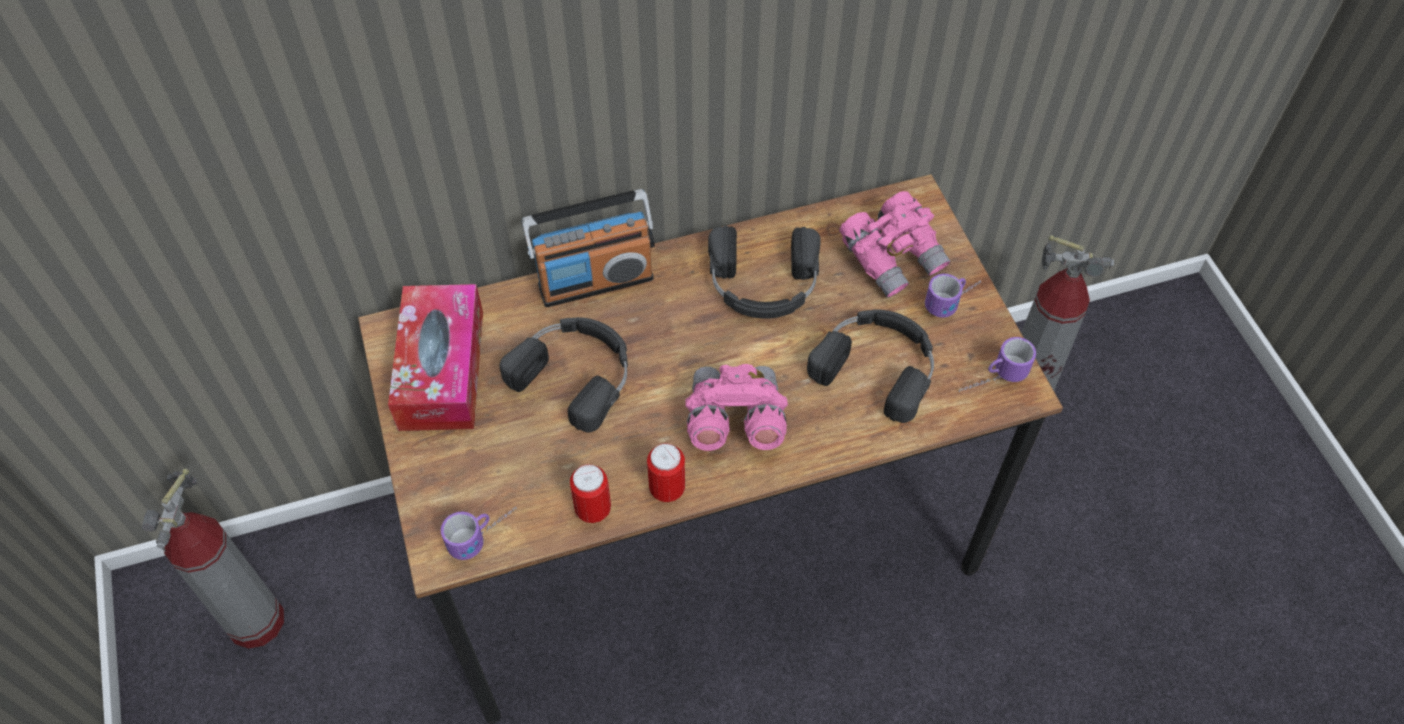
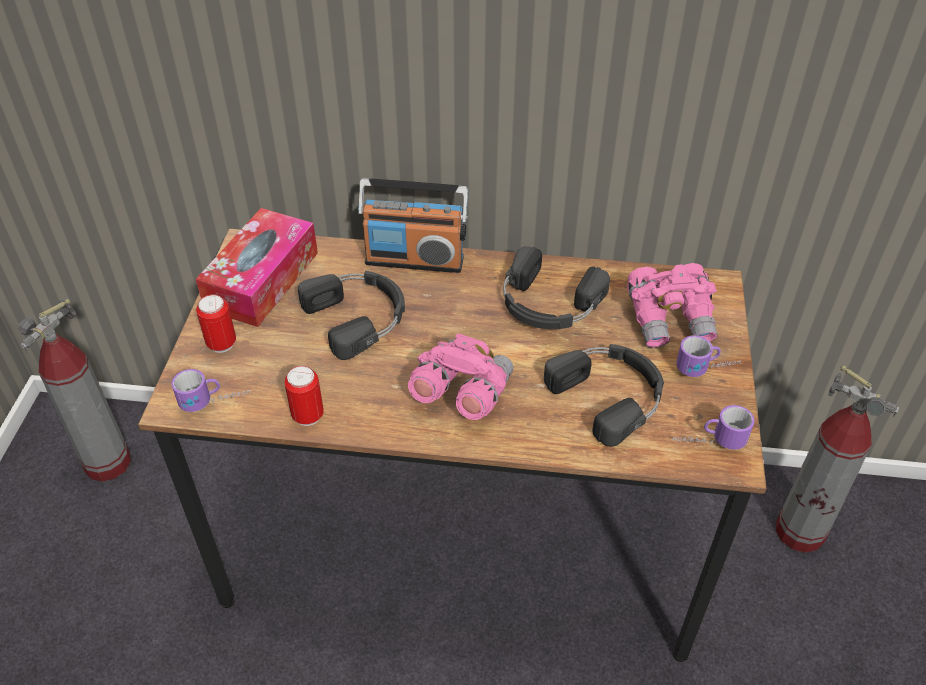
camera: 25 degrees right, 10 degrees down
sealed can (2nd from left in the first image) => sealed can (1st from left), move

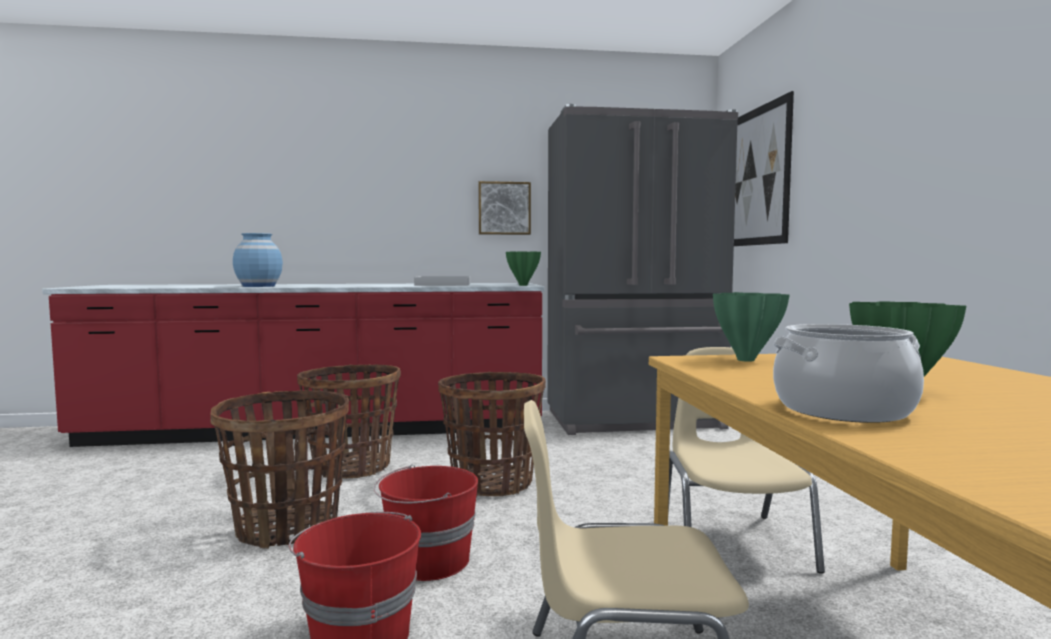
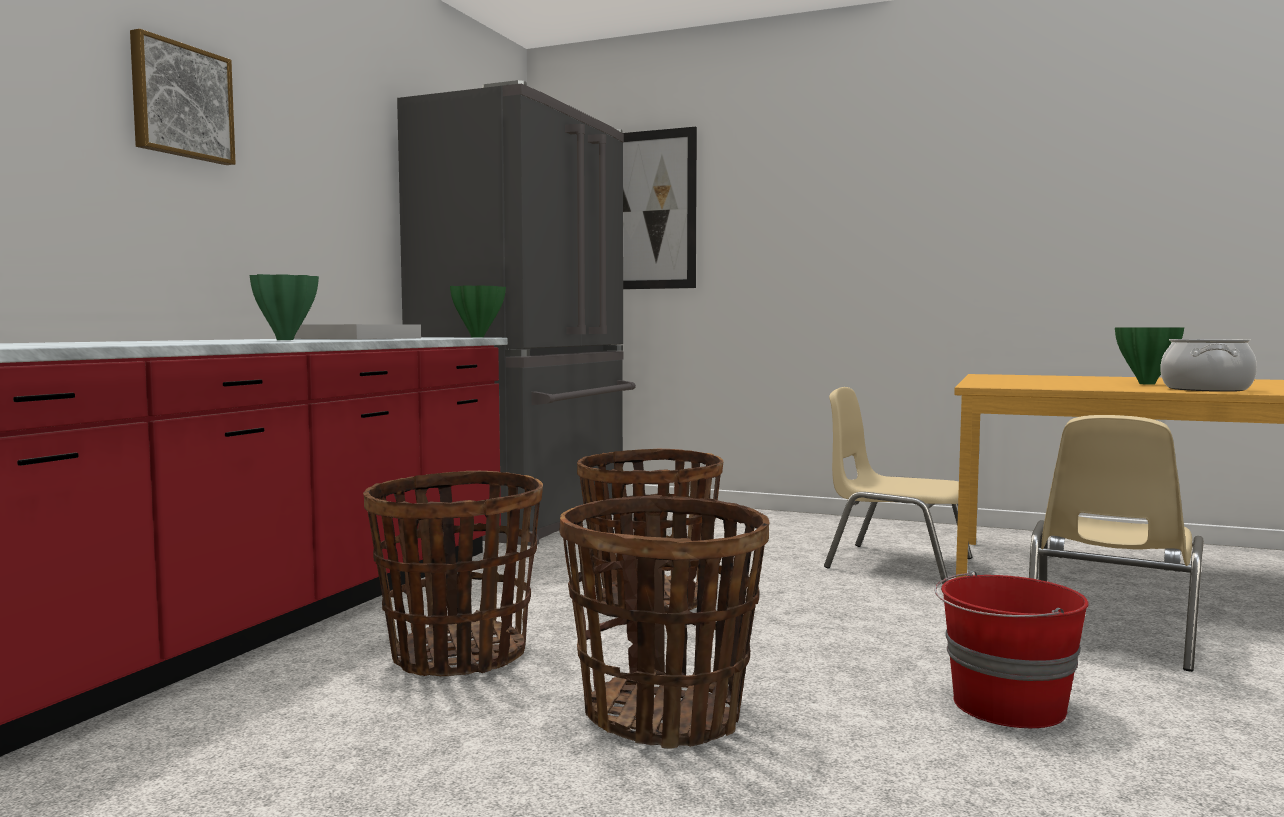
camera: 60 degrees left, 0 degrees up
wall picture (1st from left), move
decorative vase/blue => nothing
decorative vase/greenish (2nd from left in the first image) => decorative vase/greenish (1st from left), move
bucket/reddish (2nd from left) => nothing

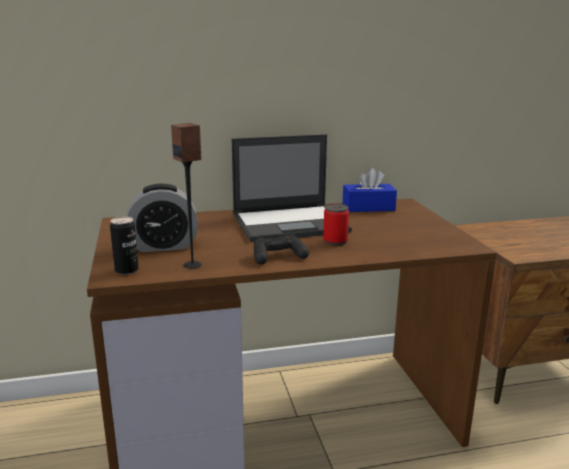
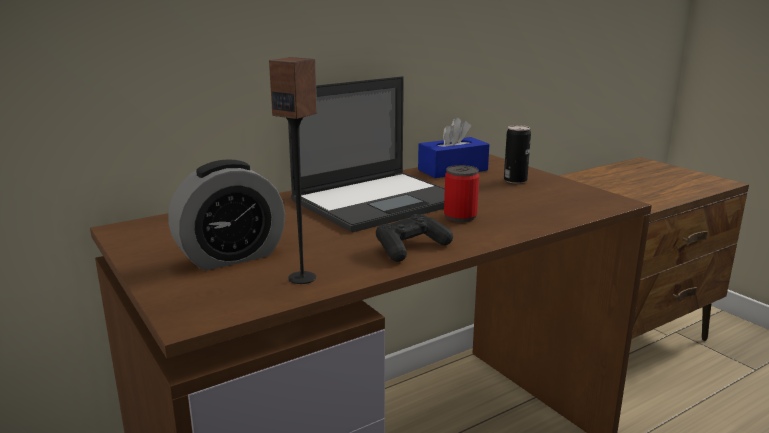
camera: 20 degrees left, 0 degrees up
sealed can (1st from left in the first image) => sealed can (2nd from left), move

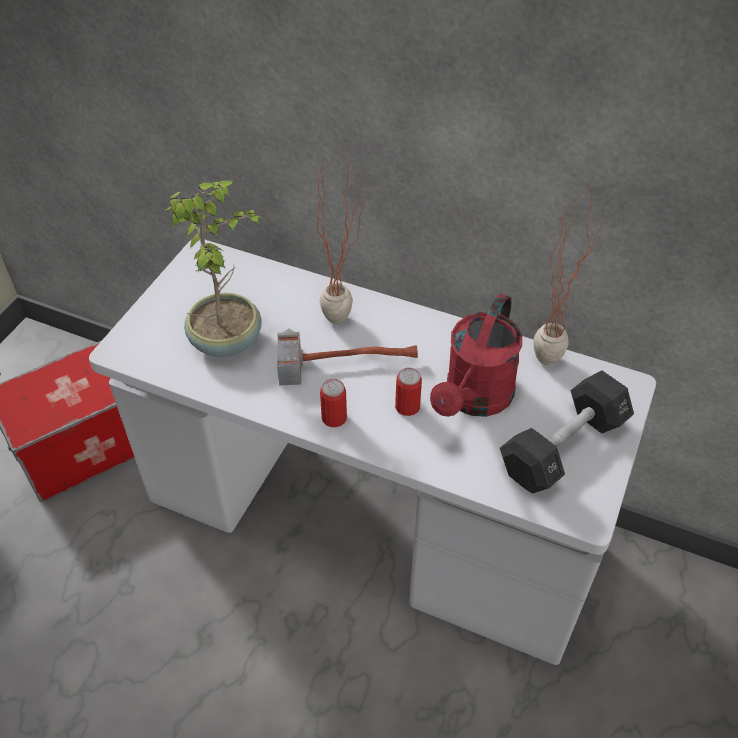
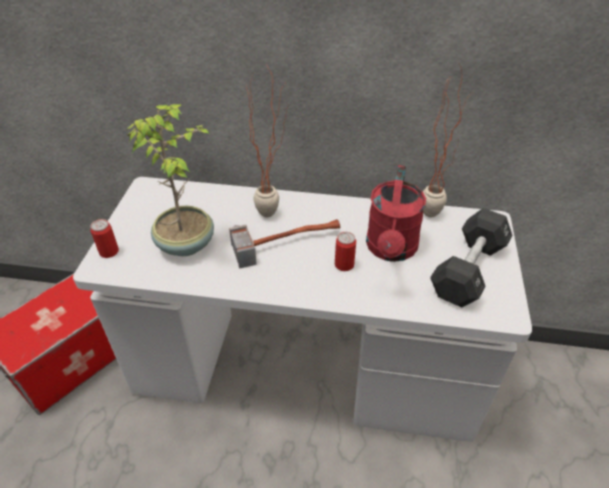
camera: 15 degrees left, 5 degrees down
sealed can (1st from left), move

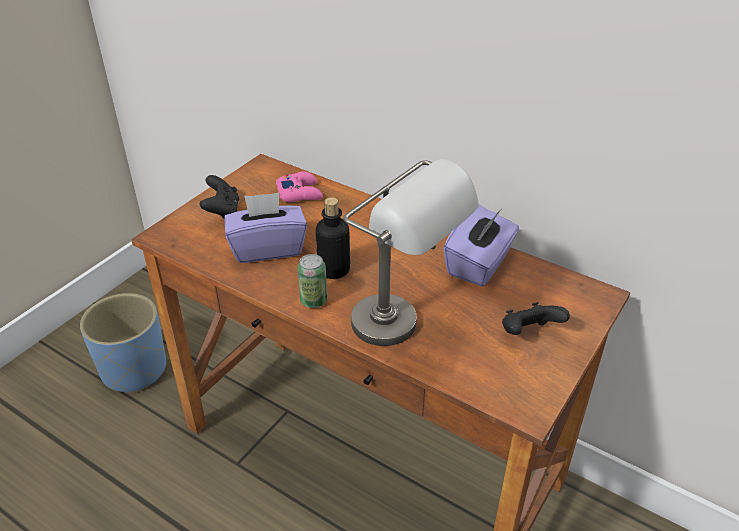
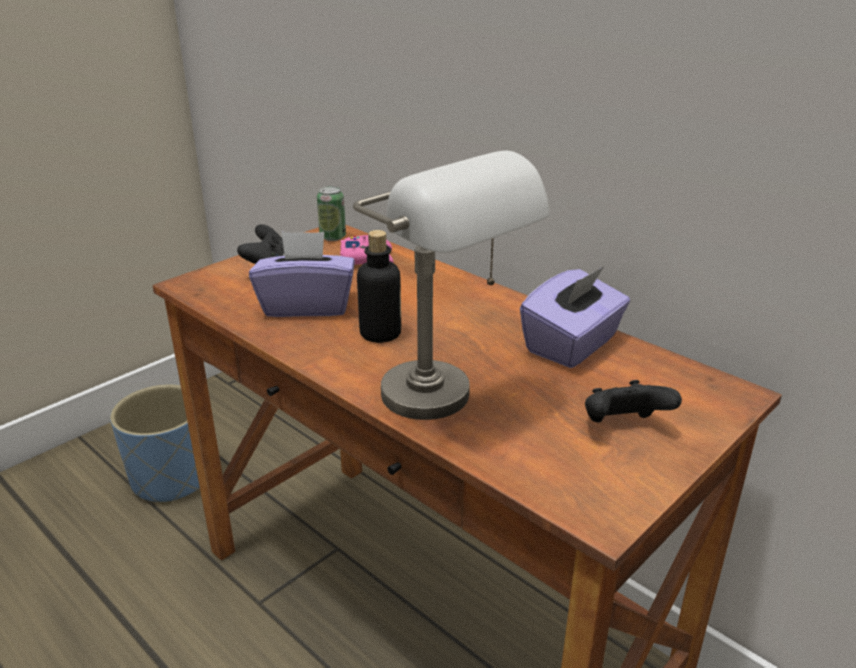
camera: 10 degrees right, 10 degrees down
sealed can, move

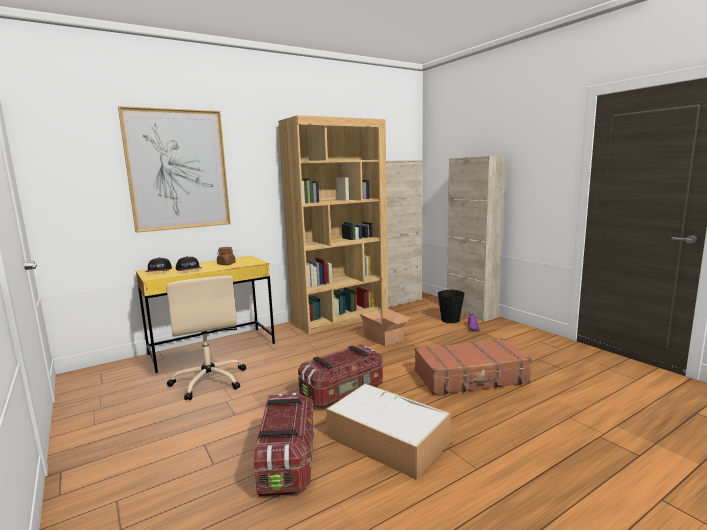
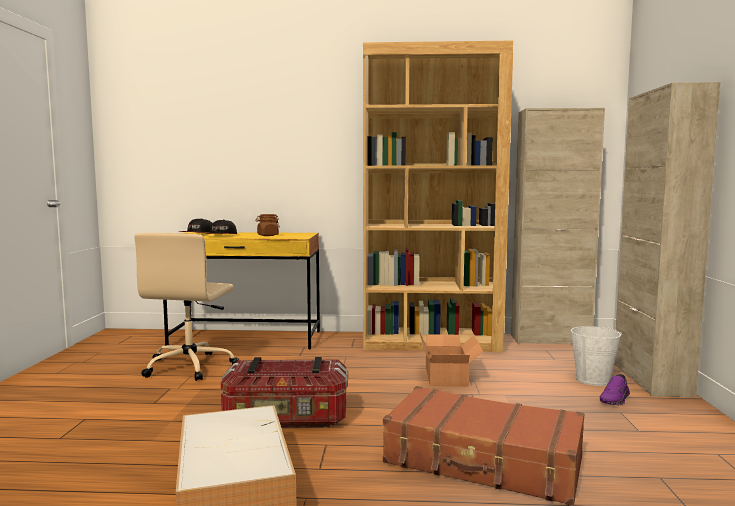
camera: 35 degrees right, 5 degrees down
wall picture => nothing
bucket/blackish => bucket/white-coloured
storage box (1st from left) => nothing

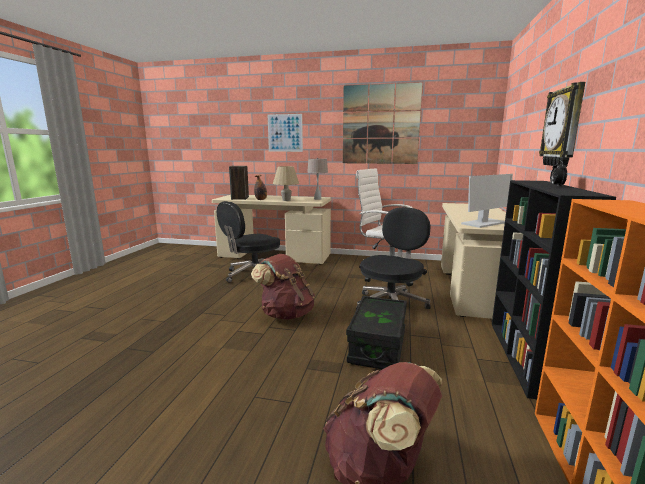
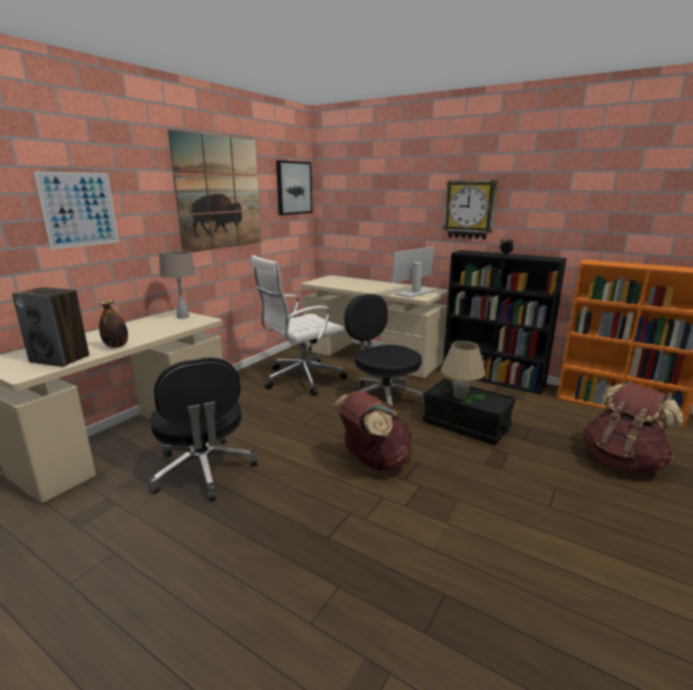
camera: 70 degrees left, 5 degrees up
lamp for a table/beige-coloured (1st from left in the first image) => lamp for a table/beige-coloured (2nd from left), move
monitor, 120 degrees counterclockwise
nothing => wall picture (3rd from left)

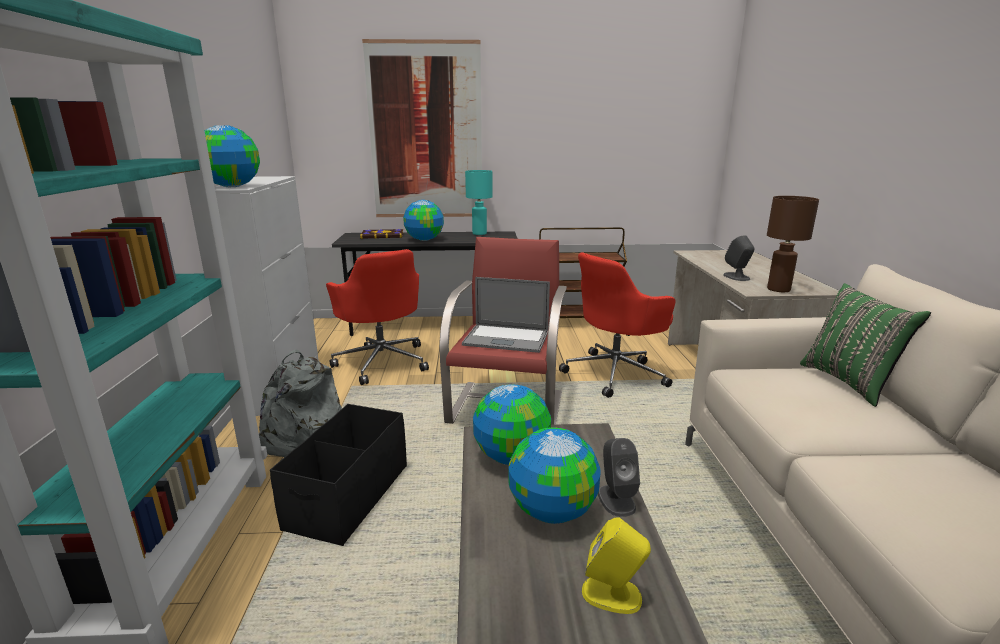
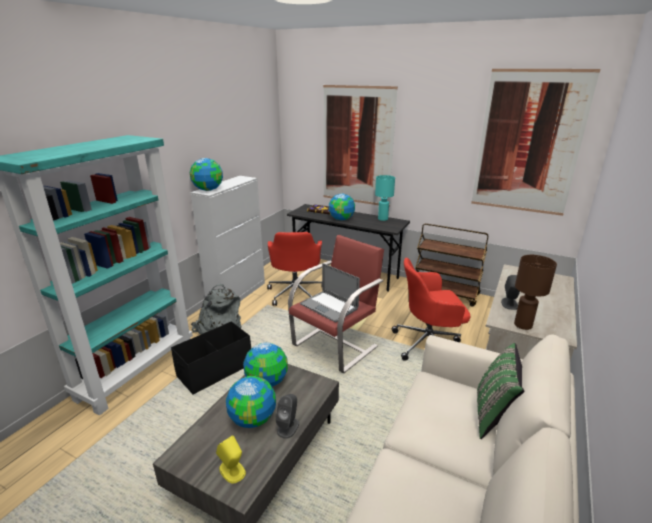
camera: 30 degrees right, 5 degrees up
nothing => wall picture (2nd from left)

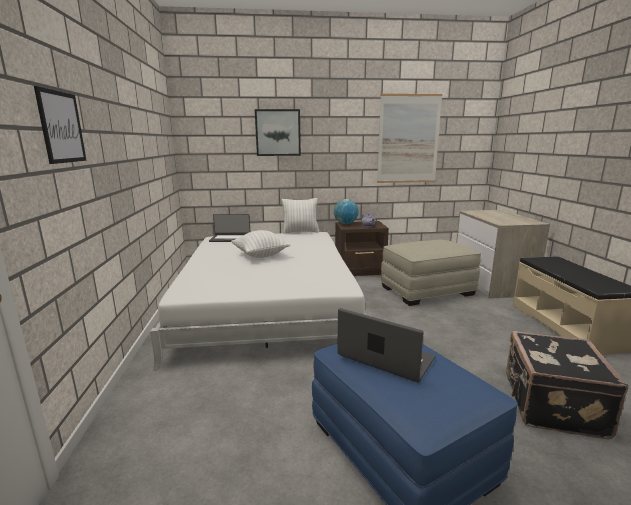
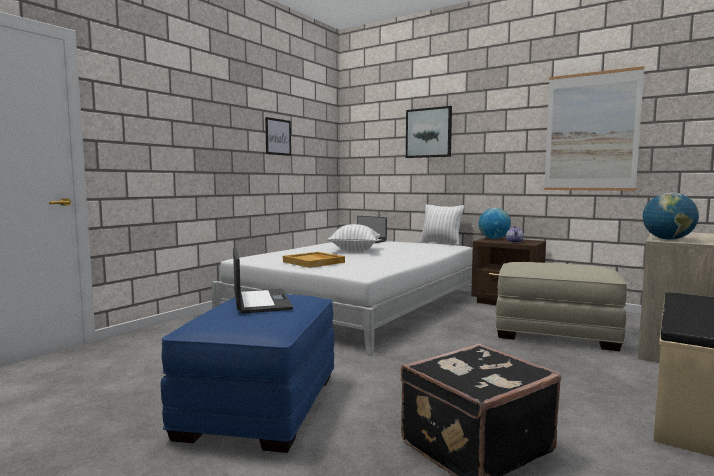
camera: 40 degrees right, 10 degrees down
wall picture (1st from left), move
nothing => globe (2nd from left)
nothing => tray/beige-coloured

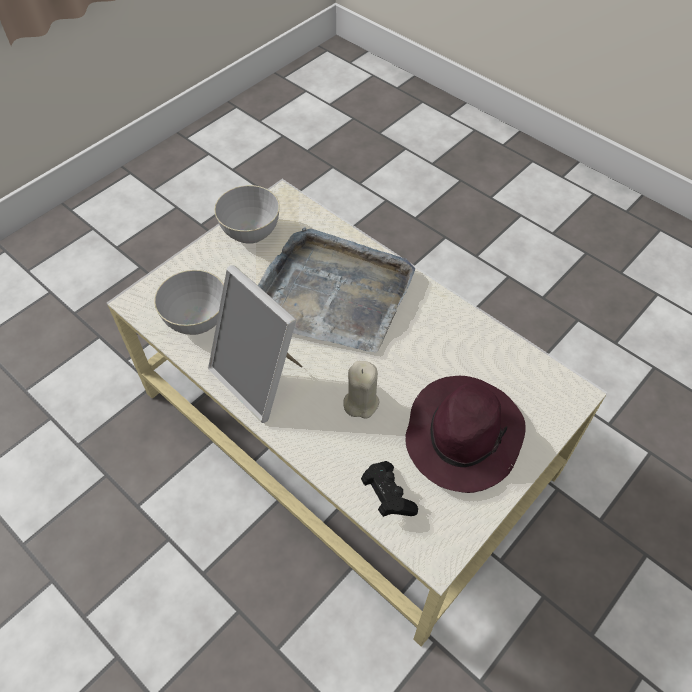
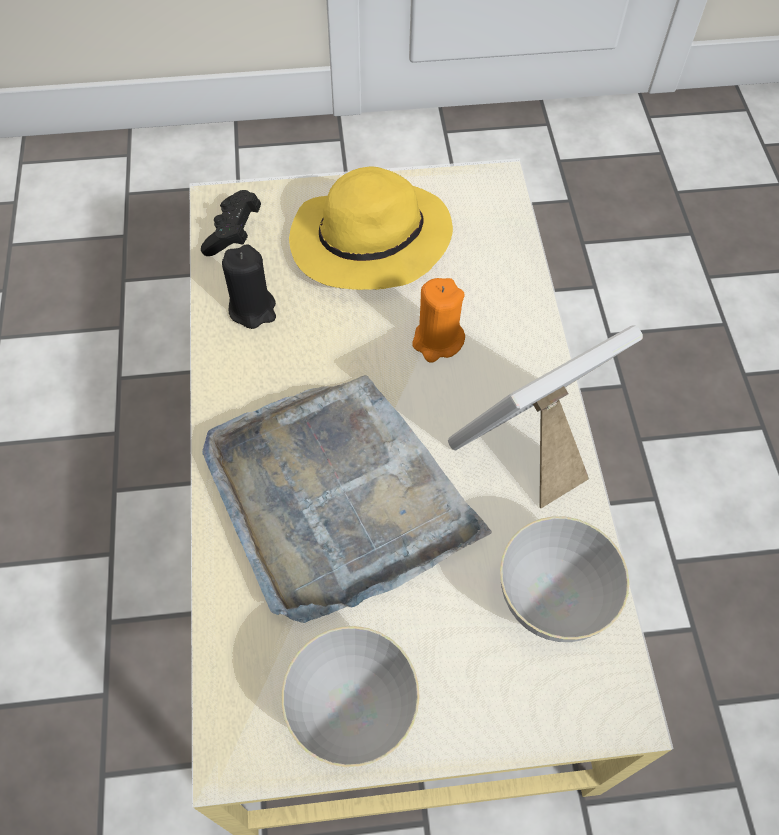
camera: 140 degrees left, 5 degrees up
picture frame, 120 degrees counterclockwise
wax candle/beige-coloured => wax candle/orangey
hat/purple => hat/yellow
game controller/blackish, move
nothing => wax candle/blackish

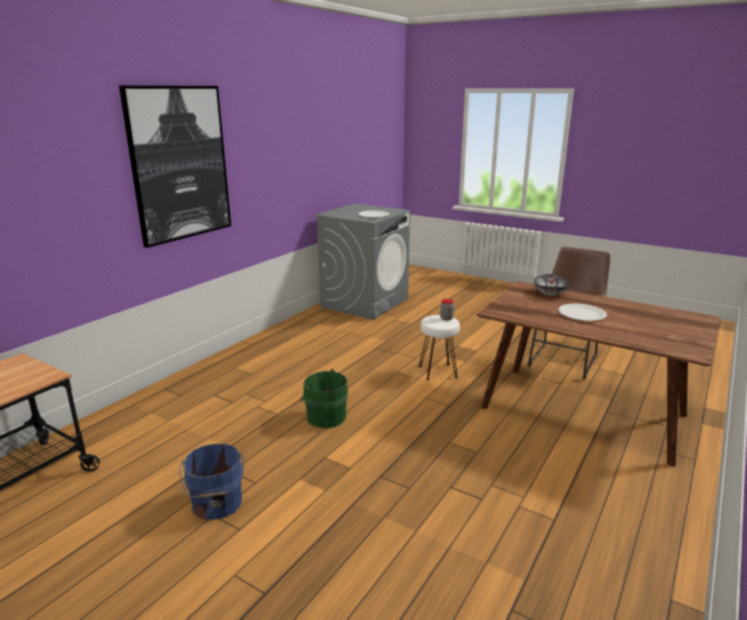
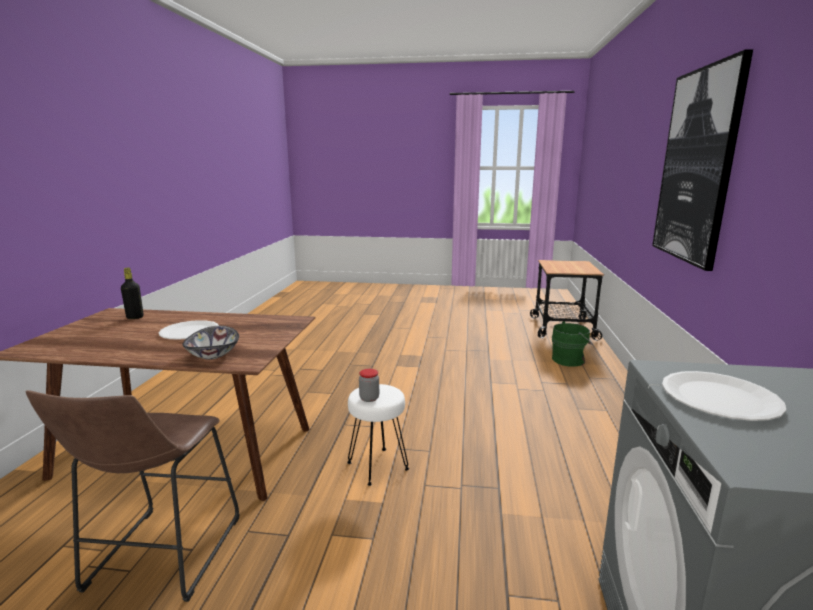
camera: 155 degrees right, 5 degrees down
bucket/greenish, move
bucket/blue => nothing
nothing => bottle/blackish

